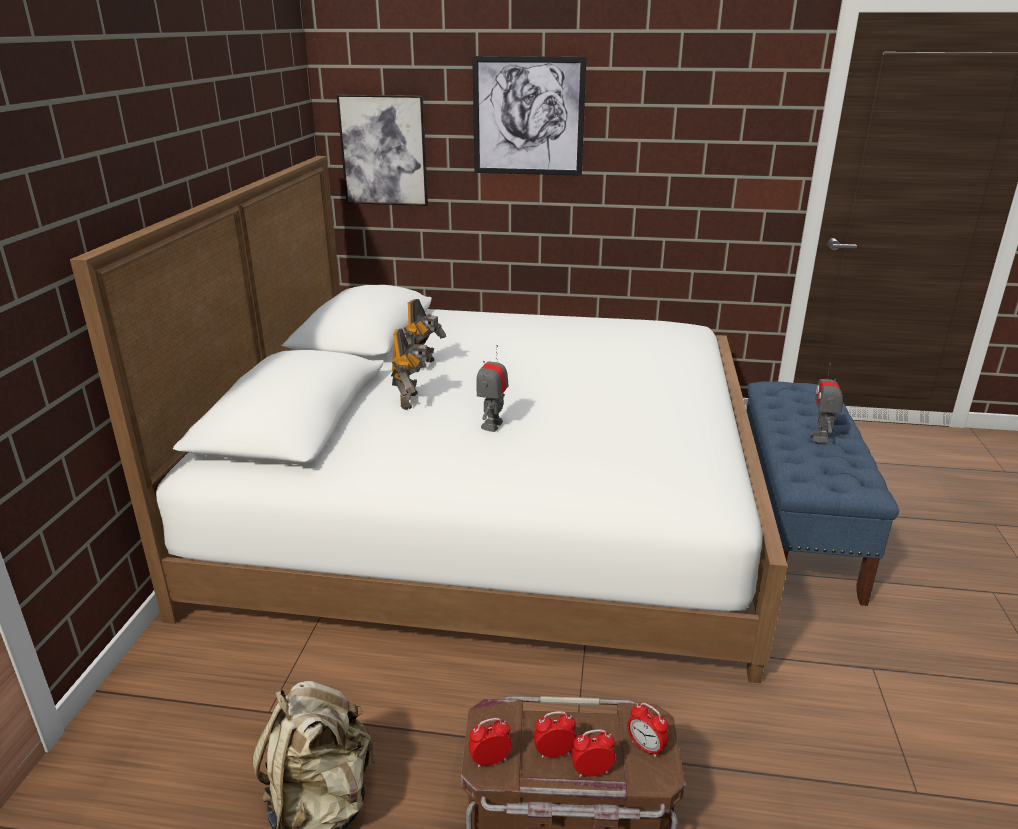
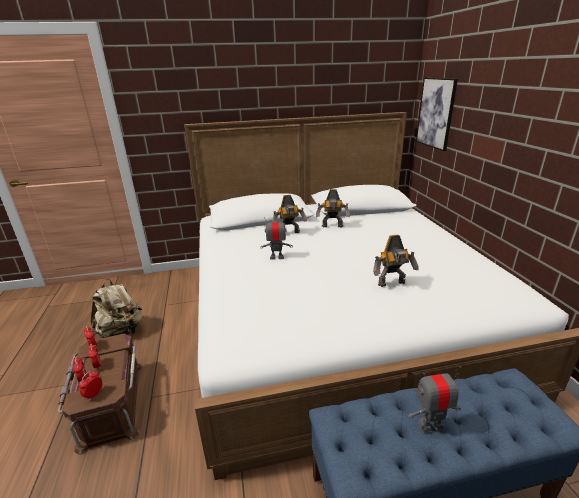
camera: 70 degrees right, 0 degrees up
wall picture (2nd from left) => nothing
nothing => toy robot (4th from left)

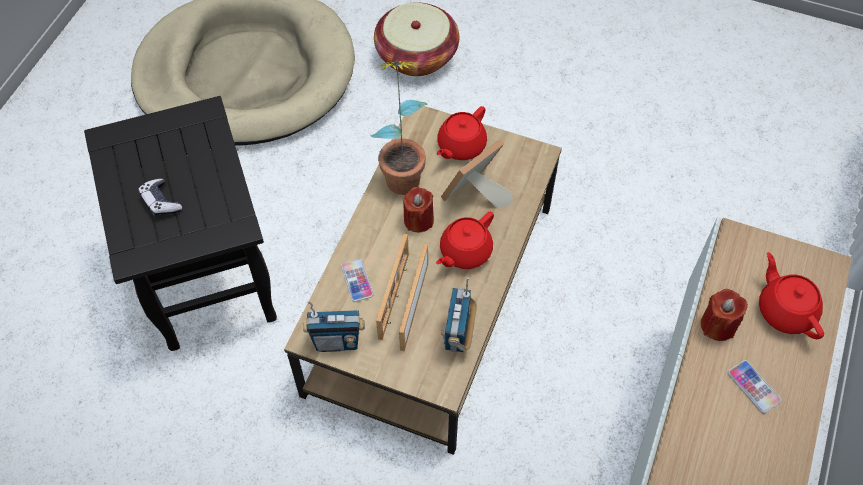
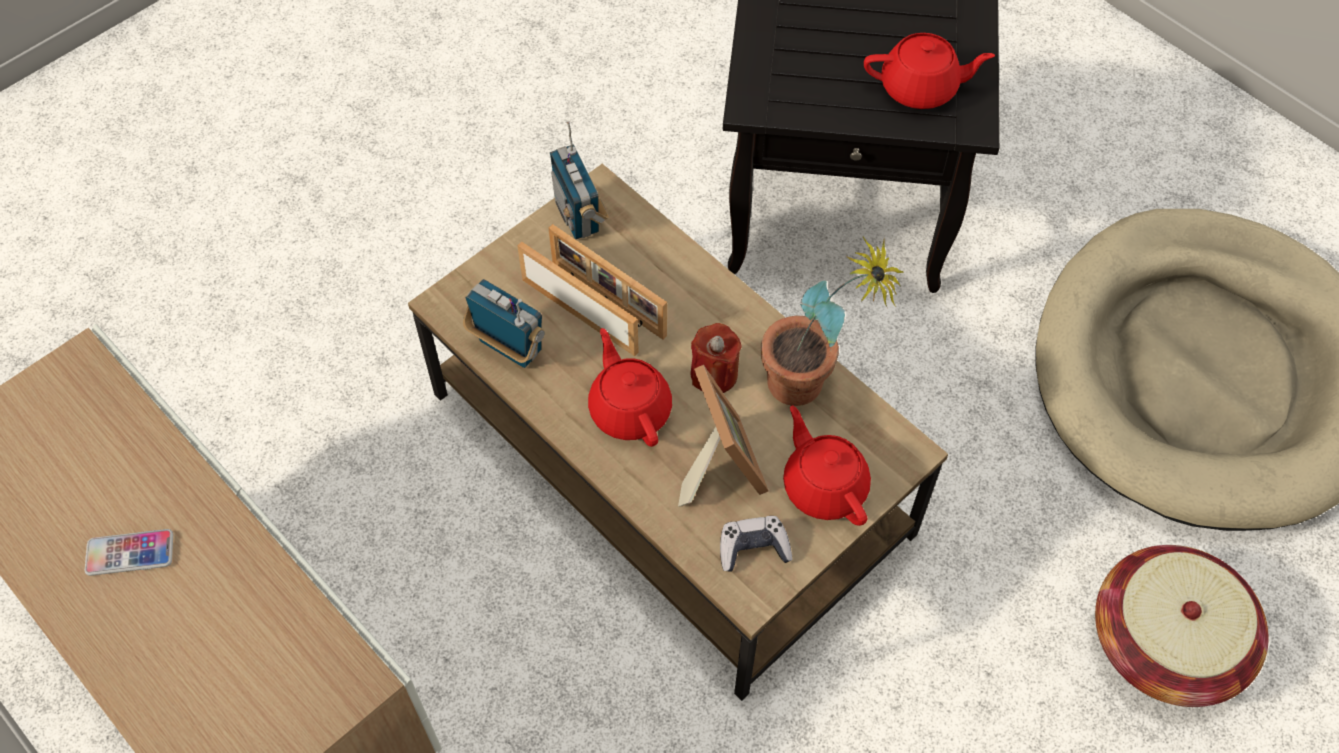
camera: 115 degrees right, 0 degrees up
game controller, move
tea pot/reddish (3rd from left), move
handset (1st from left) => nothing
wax candle/reddish (2nd from left) => nothing
radio receiver (1st from left in the first image) => radio receiver (2nd from left), 45 degrees counterclockwise

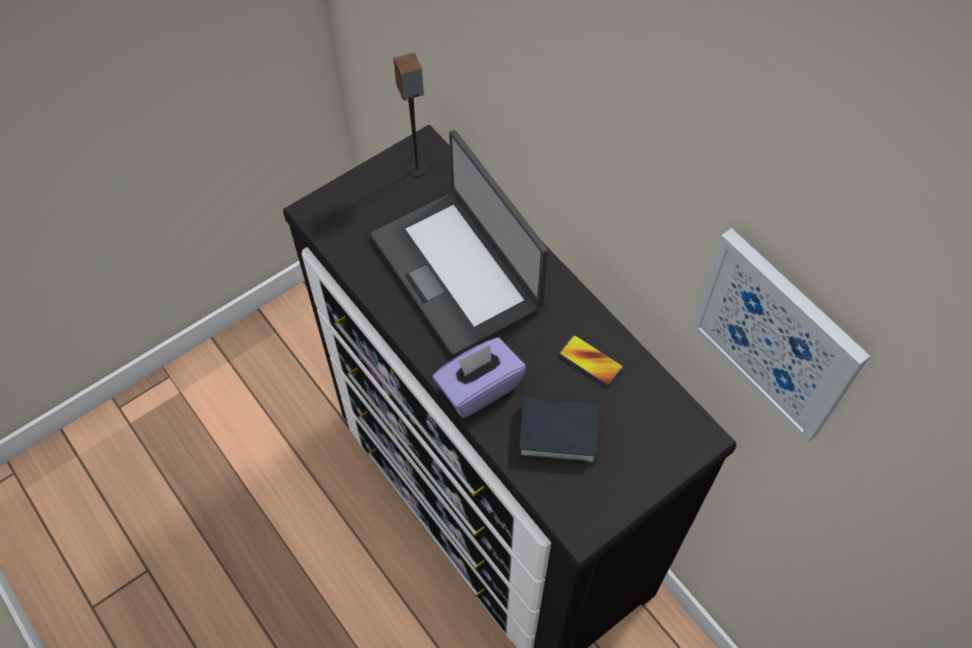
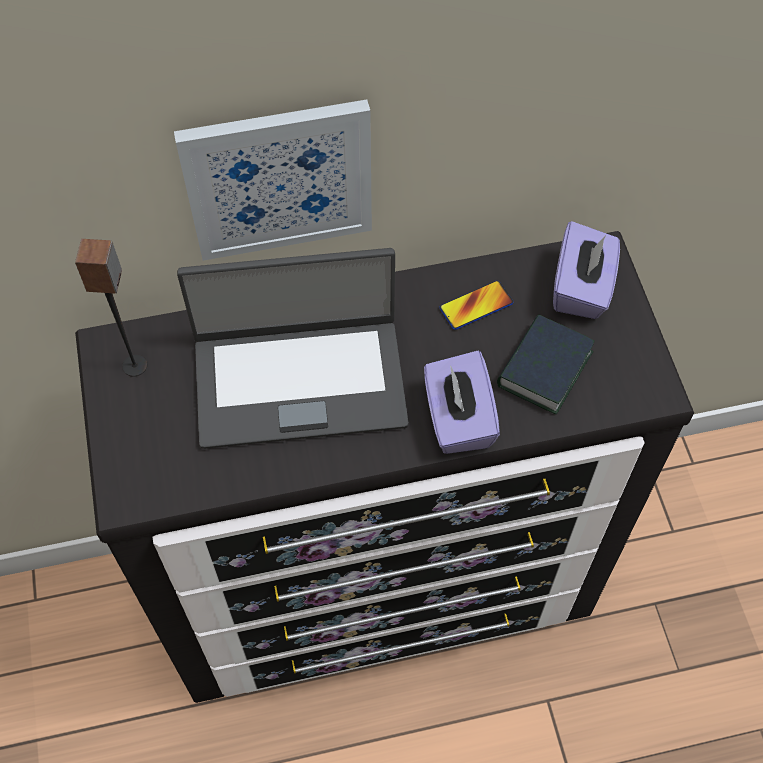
camera: 65 degrees left, 0 degrees up
wall picture, move
nothing => tissue holder/purple (2nd from left)

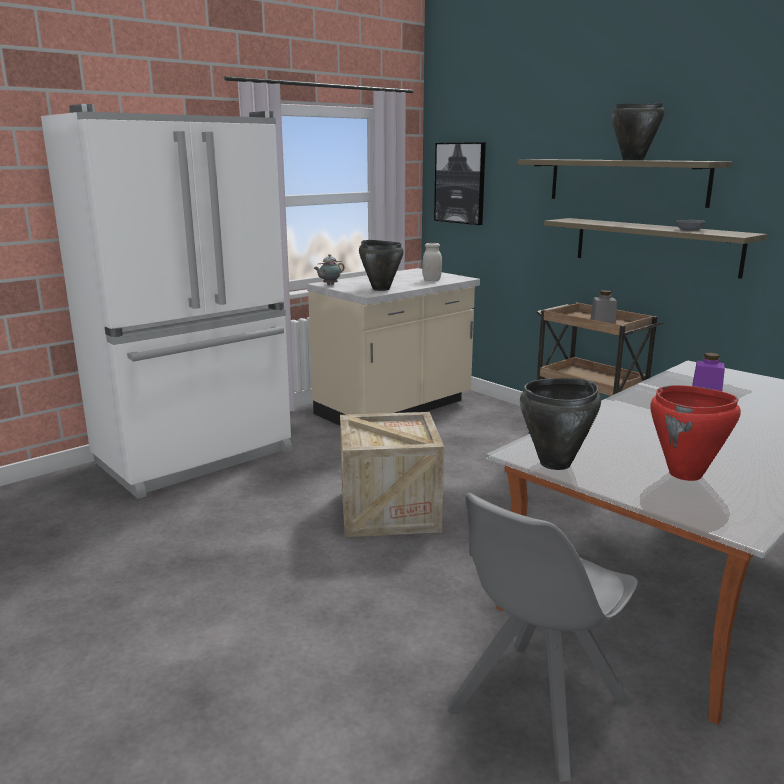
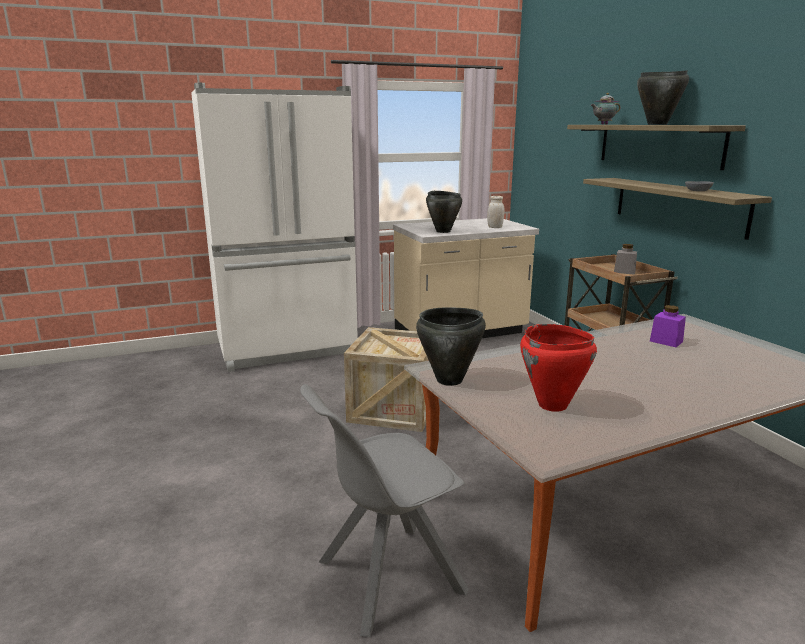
camera: 20 degrees right, 0 degrees up
wall picture => nothing
tea pot, move

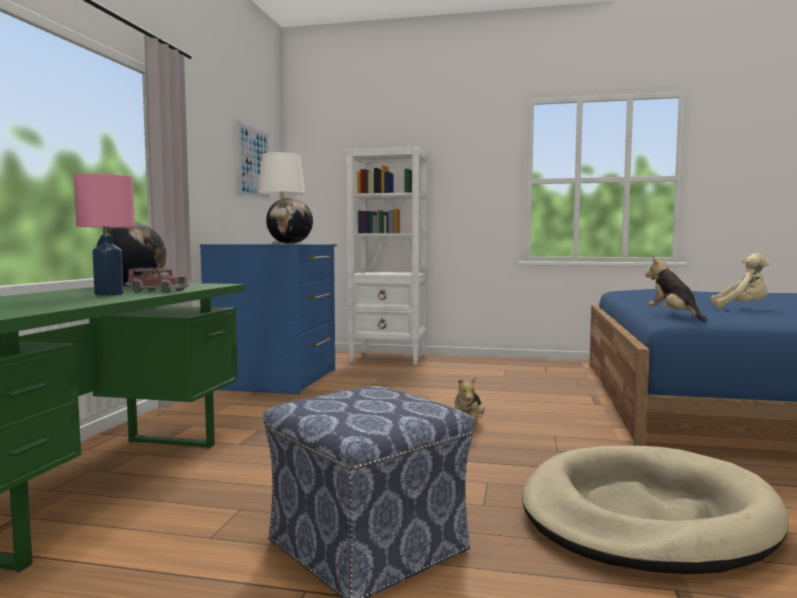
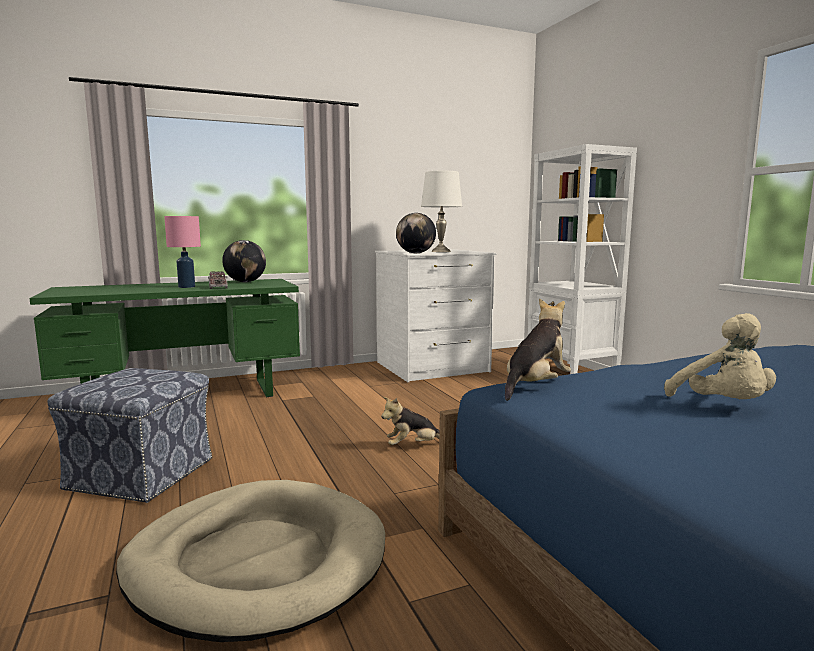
camera: 55 degrees right, 5 degrees up
wall picture => nothing
dresser/blue => dresser/white-coloured

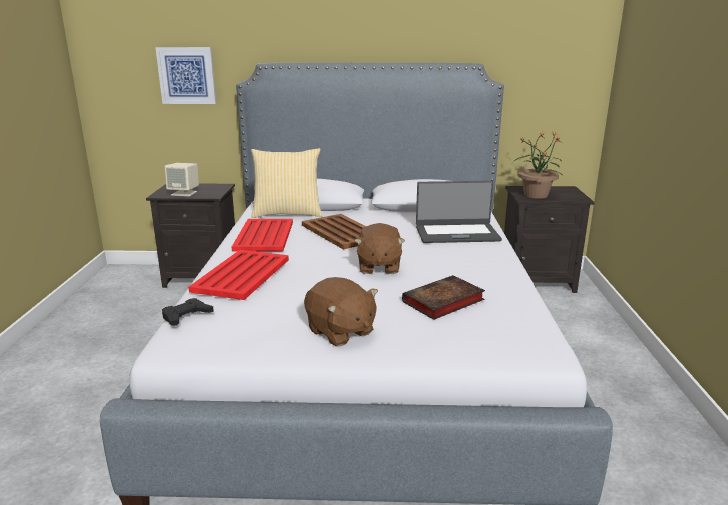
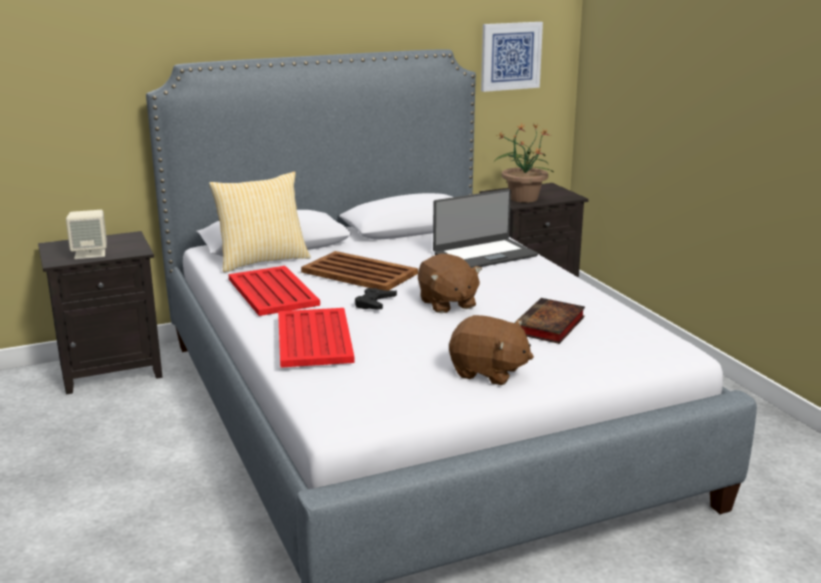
camera: 25 degrees left, 0 degrees up
wall picture, move
game controller/blackish, move

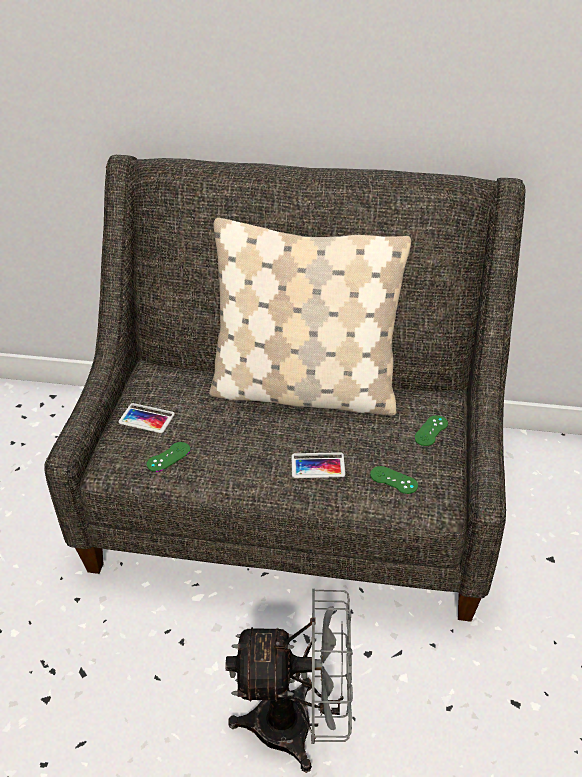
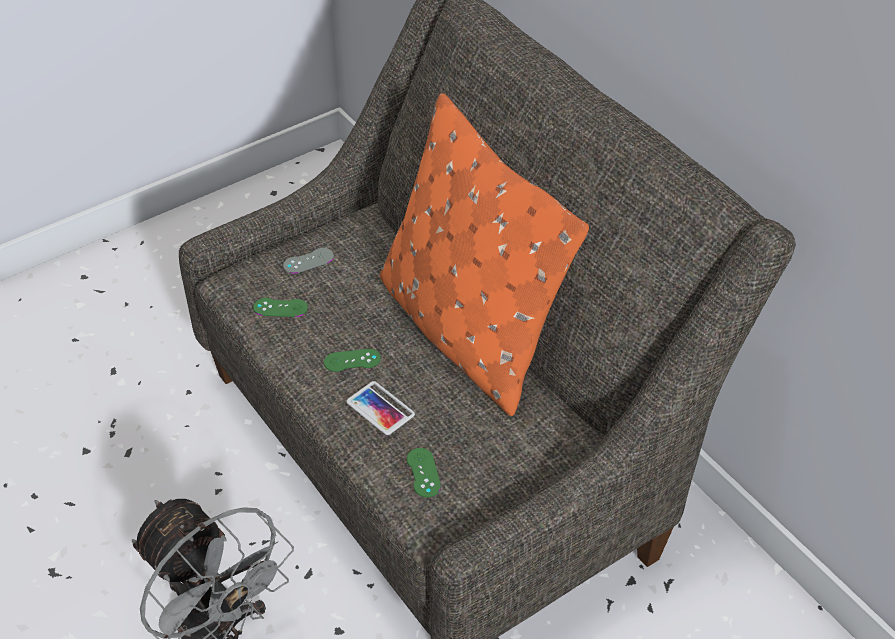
camera: 45 degrees right, 5 degrees up
cushion/beige-coloured => cushion/orangey
handset (1st from left) => game controller/greyish
game controller/greenish (3rd from left in the first image) => game controller/greenish (2nd from left), move

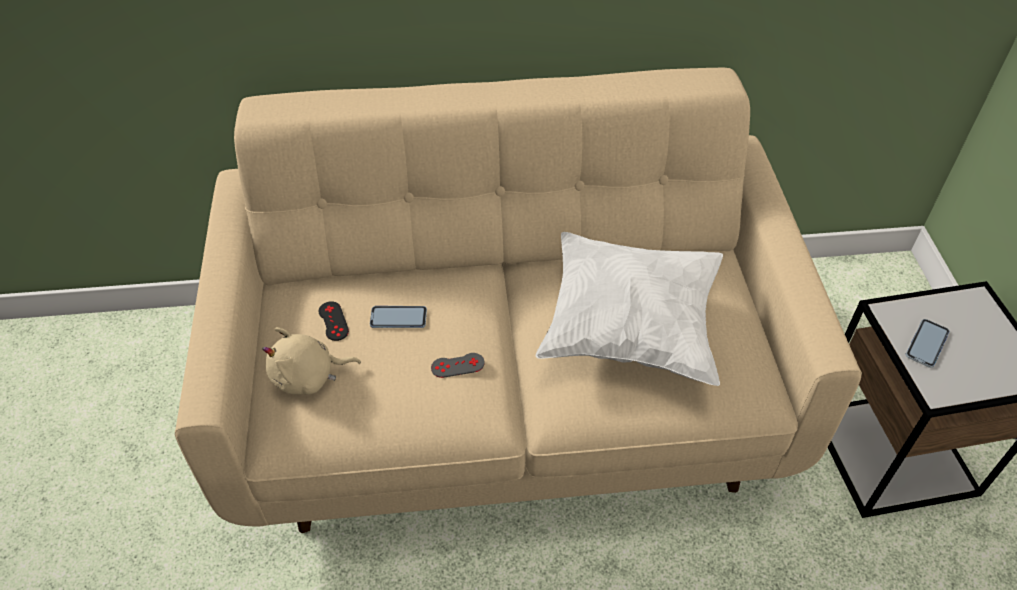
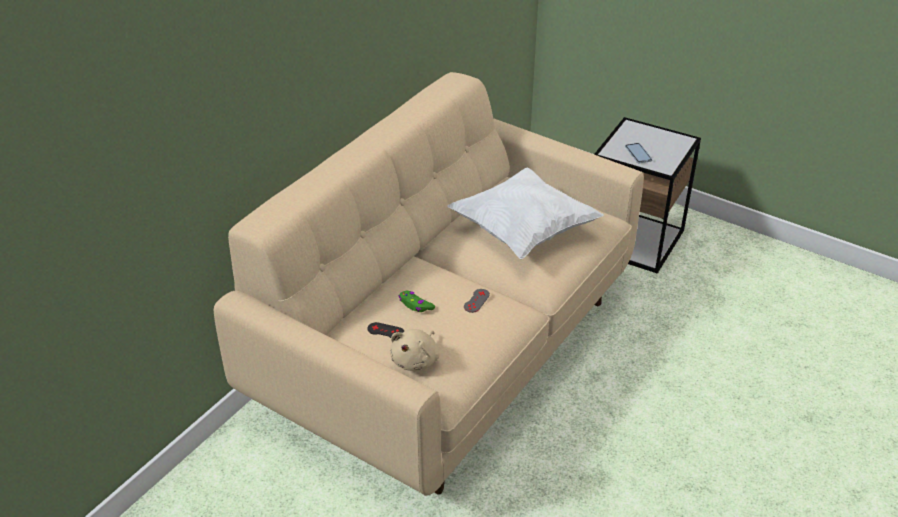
camera: 50 degrees left, 10 degrees down
handset (1st from left) => game controller/greenish

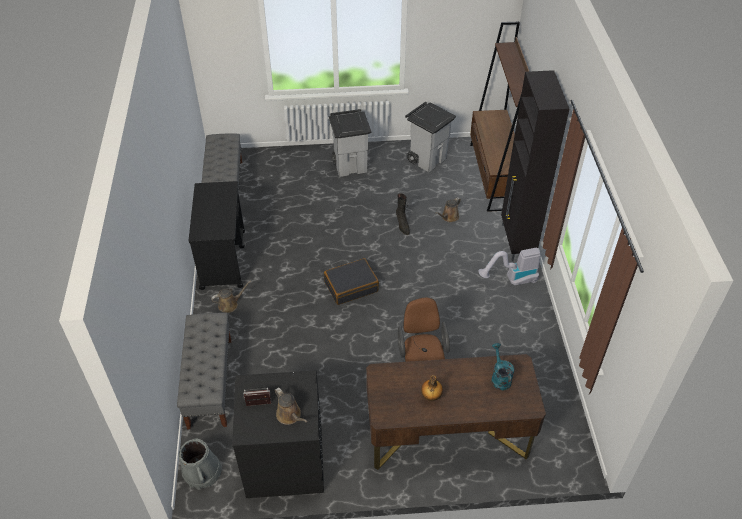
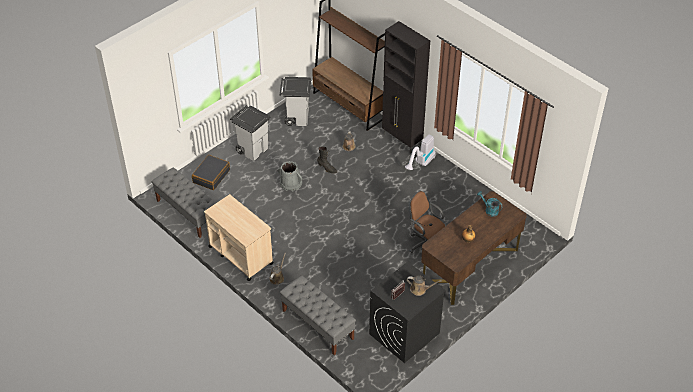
camera: 40 degrees left, 0 degrees up
cart/blackish => cart/beige-coloured
suitcase/blackish, move
bucket/greyish, move

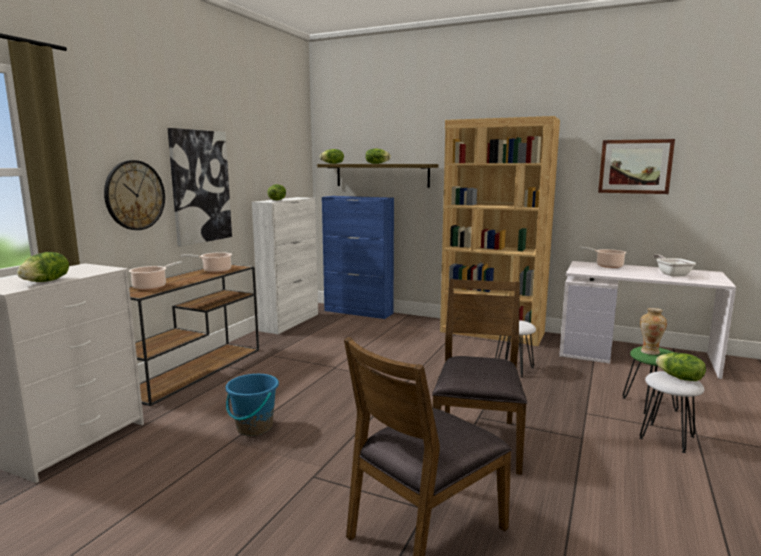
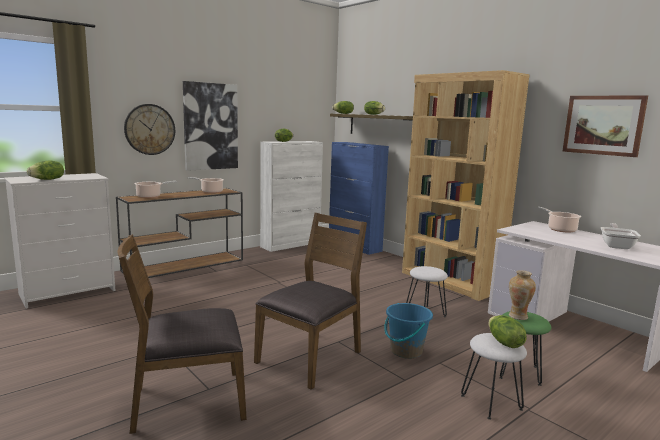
camera: 25 degrees right, 0 degrees up
bucket/blue, move

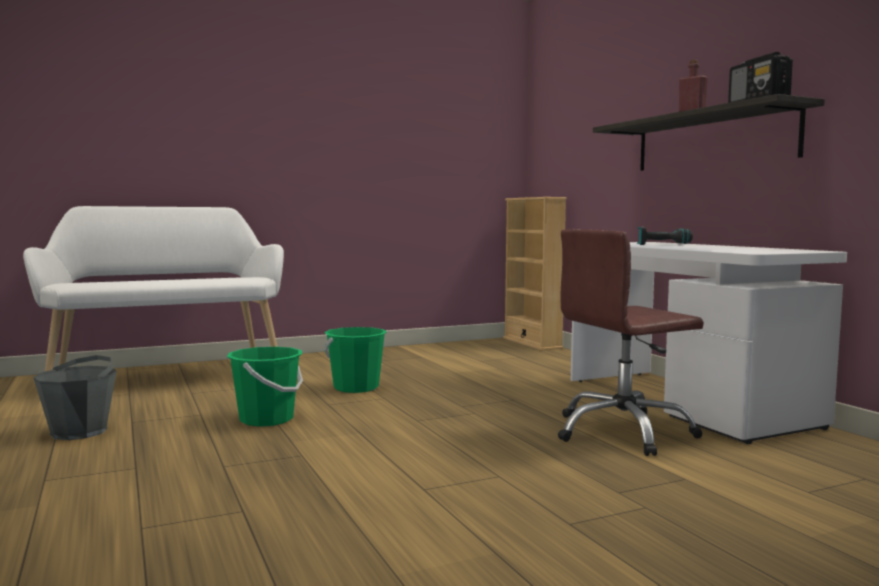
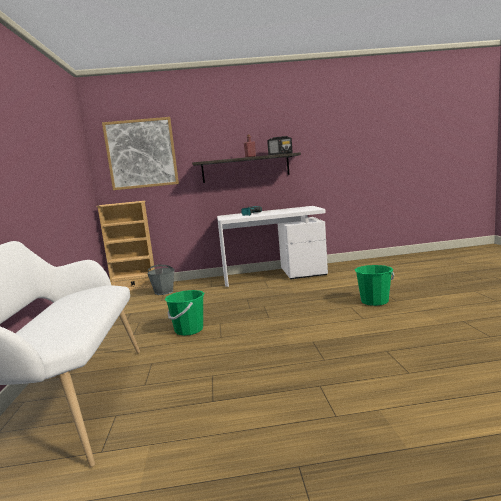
camera: 70 degrees left, 5 degrees up
office chair/brown-coloured => nothing
bucket/greenish (1st from left in the first image) => bucket/greenish (2nd from left), move
bucket/greyish, move
nothing => wall picture

